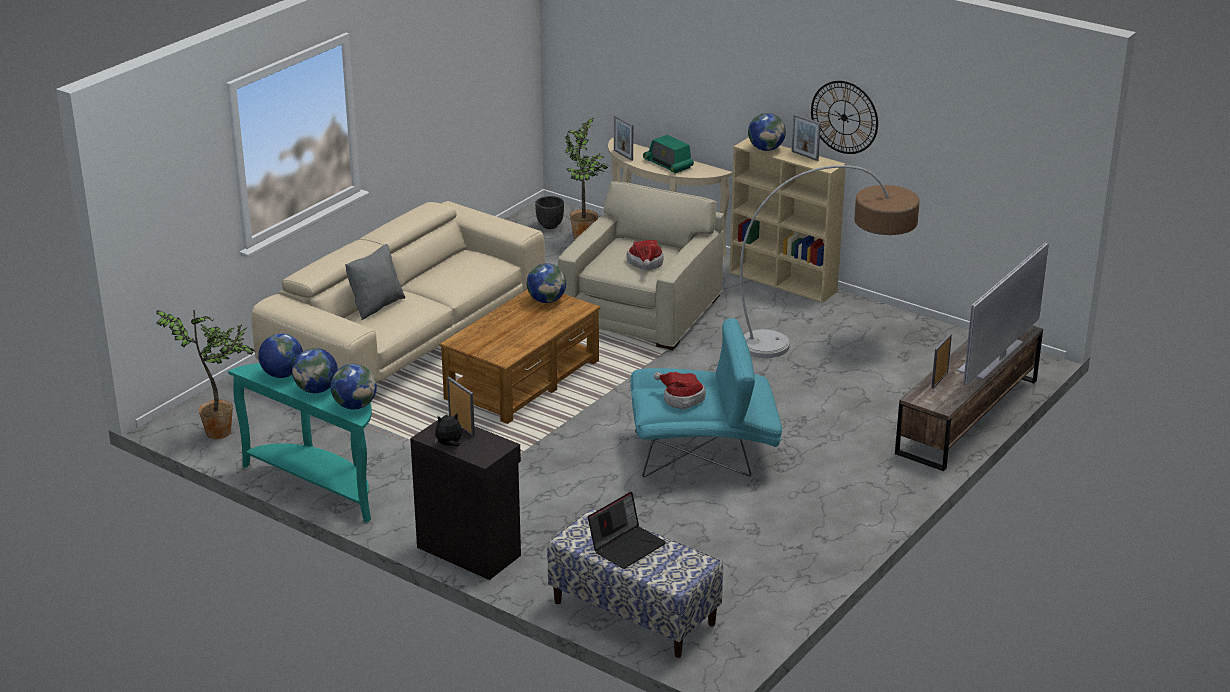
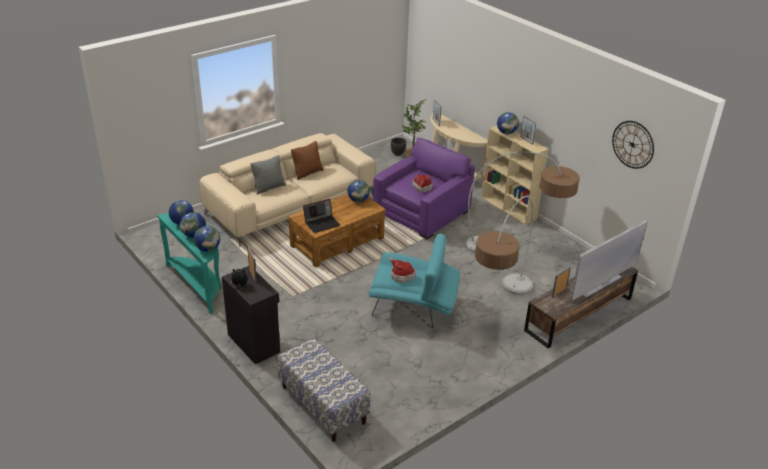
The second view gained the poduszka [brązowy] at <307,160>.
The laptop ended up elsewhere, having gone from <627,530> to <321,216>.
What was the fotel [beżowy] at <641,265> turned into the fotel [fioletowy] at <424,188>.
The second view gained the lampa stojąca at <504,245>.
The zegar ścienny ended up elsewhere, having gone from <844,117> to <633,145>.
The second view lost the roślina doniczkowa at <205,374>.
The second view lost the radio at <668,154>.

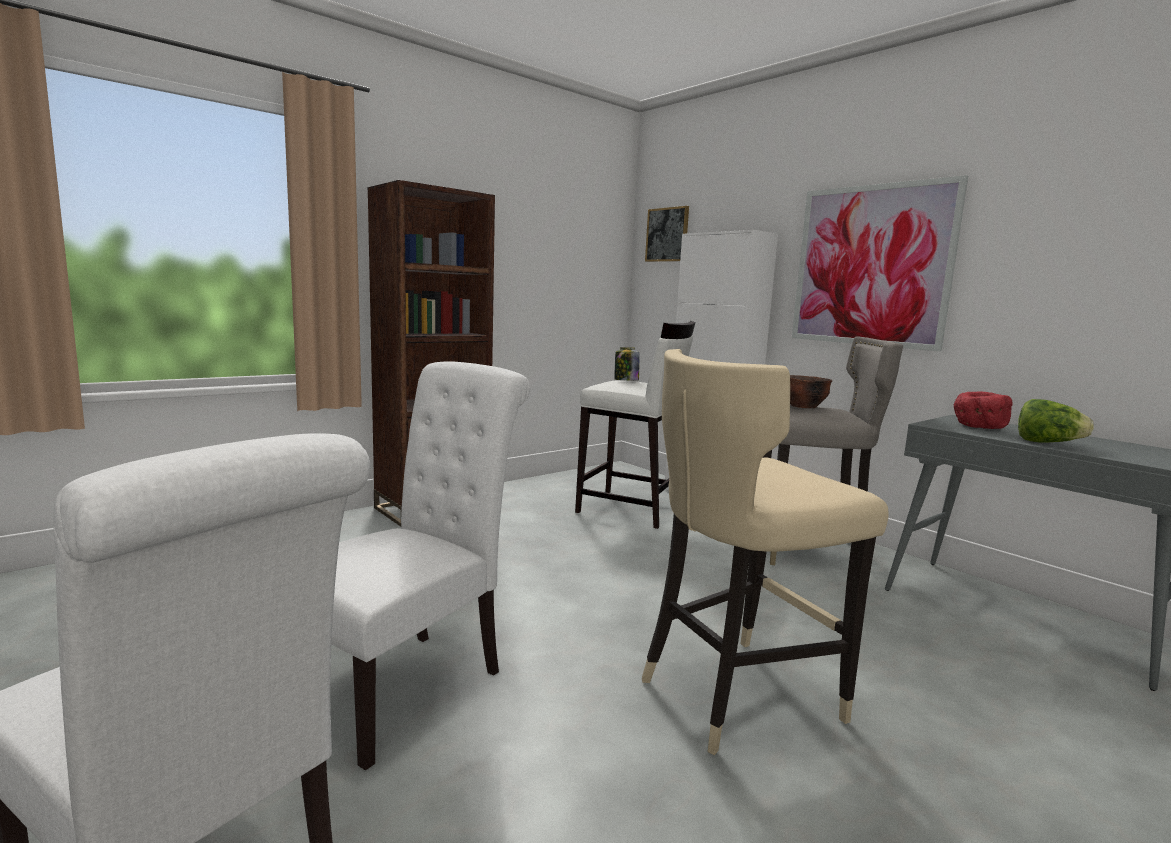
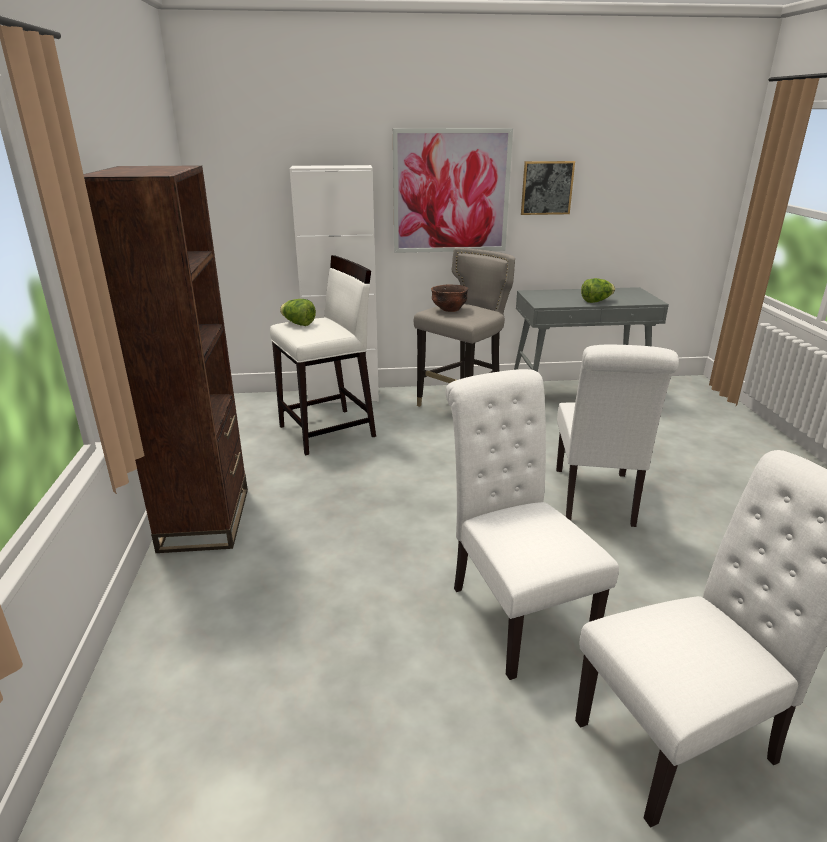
Where the słoik stood at <627,364>, the sałata came to stand at <298,312>.
The obraz ended up elsewhere, having gone from <667,234> to <548,188>.
Where the stołek [beżowy] stood at <765,552>, the krzesło [biały] came to stand at <617,436>.
The second view lost the miska [czerwony] at <983,410>.

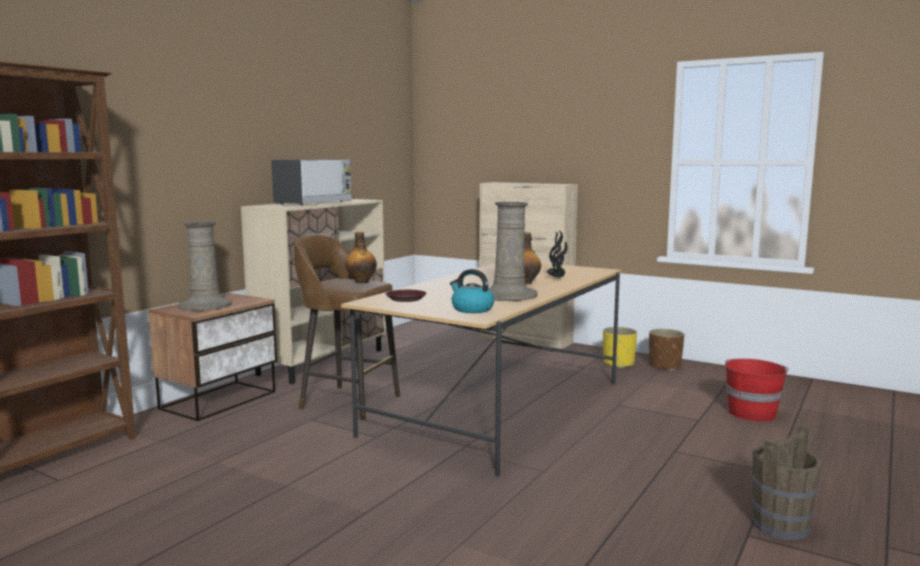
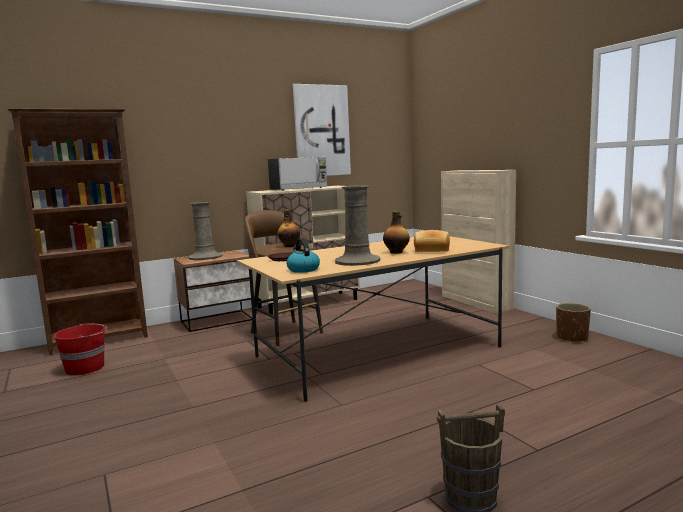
The wiadro [czerwony] ended up elsewhere, having gone from <757,390> to <80,350>.
The second view gained the obraz at <322,130>.
Where the roślina doniczkowa stood at <557,254>, the chleb came to stand at <432,241>.
The second view lost the donica [żółty] at <620,347>.

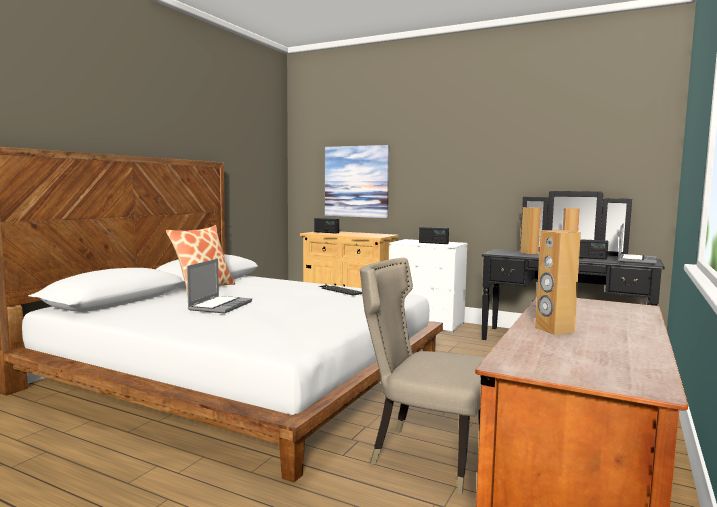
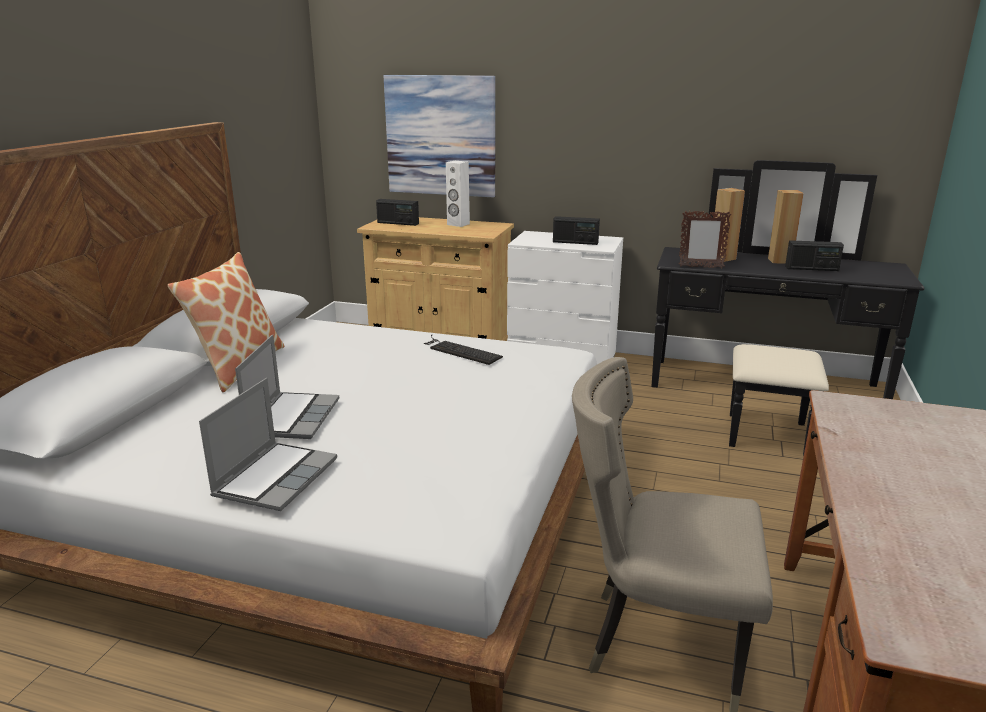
The laptop ended up elsewhere, having gone from <637,243> to <268,444>.
The second view gained the głośnik [biały] at <458,194>.
The second view gained the ramka na zdjęcie at <705,239>.
The second view lost the głośnik [brązowy] at <558,282>.

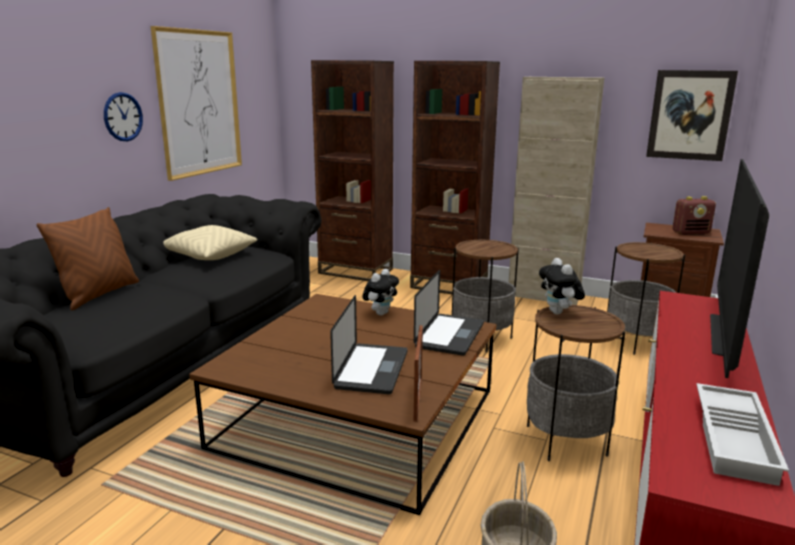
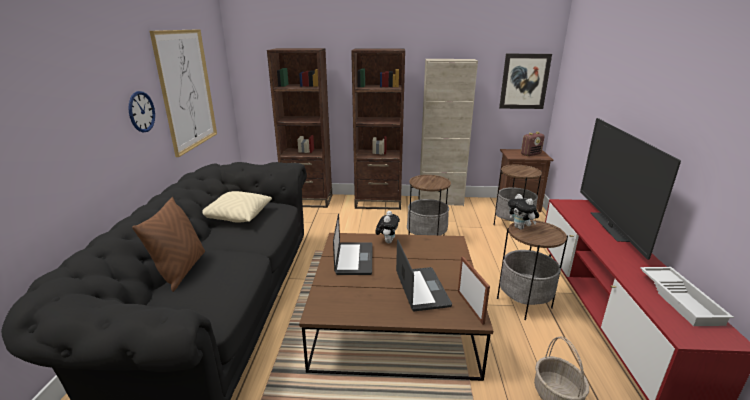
The laptop ended up elsewhere, having gone from <449,313> to <353,244>.

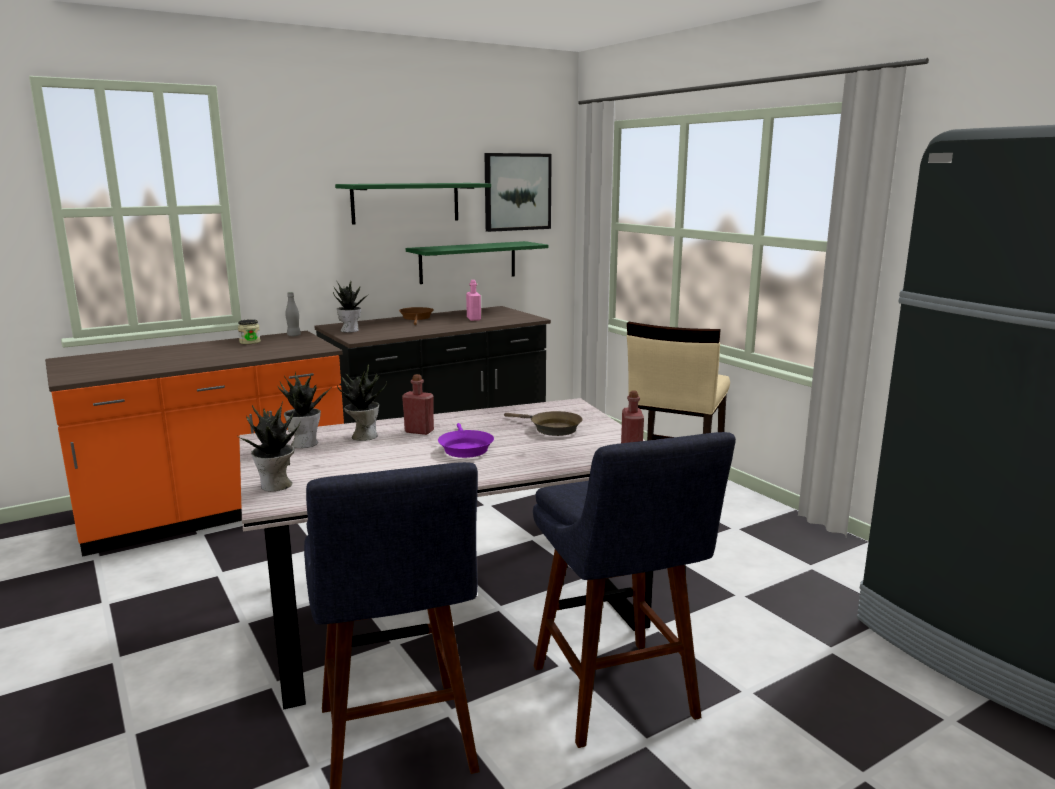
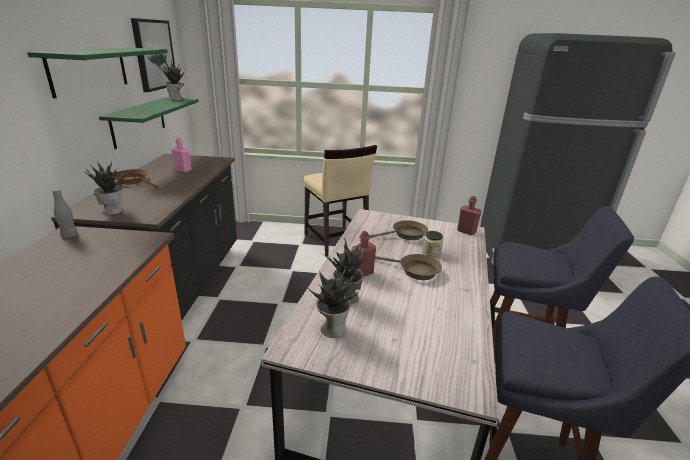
The roślina doniczkowa ended up elsewhere, having gone from <269,446> to <173,81>.
What was the patelnia [fioletowy] at <466,440> turned into the patelnia [brązowy] at <408,267>.
The słoik ended up elsewhere, having gone from <249,331> to <432,244>.

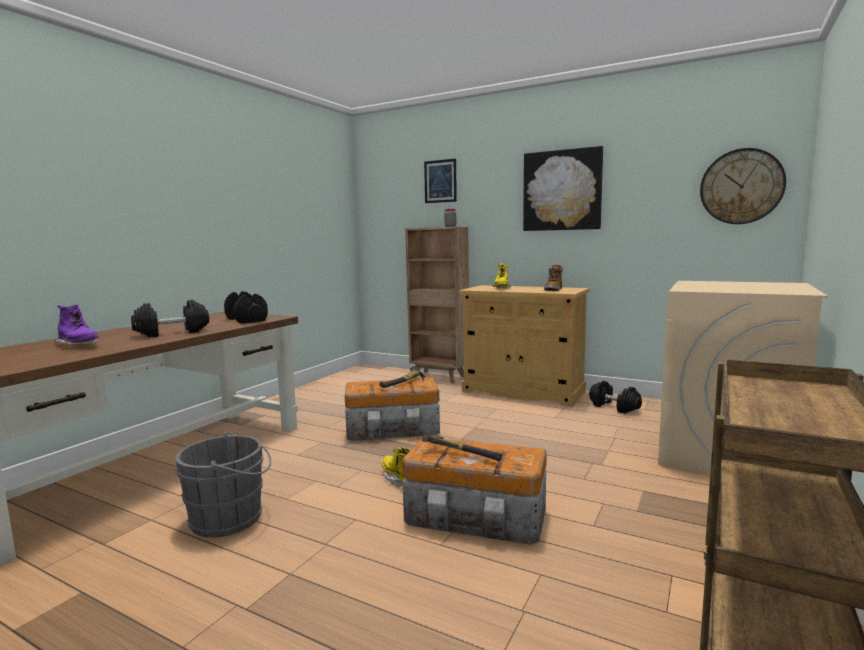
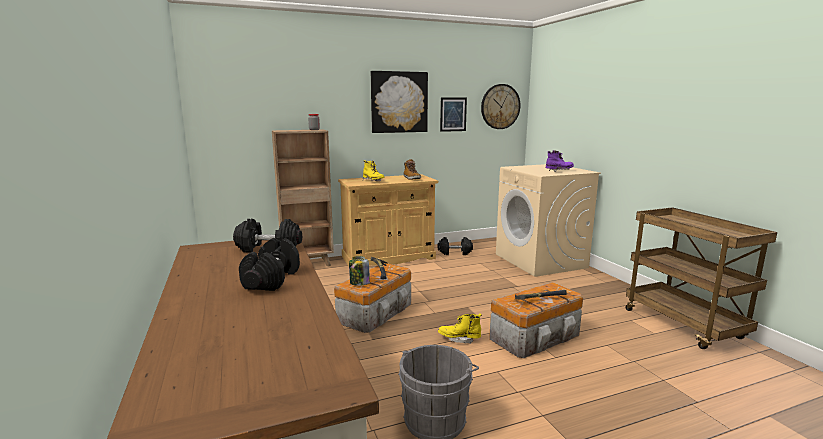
The second view gained the słoik at <359,271>.
The obraz ended up elsewhere, having gone from <440,181> to <453,114>.
The but z cholewką [fioletowy] ended up elsewhere, having gone from <77,324> to <560,161>.

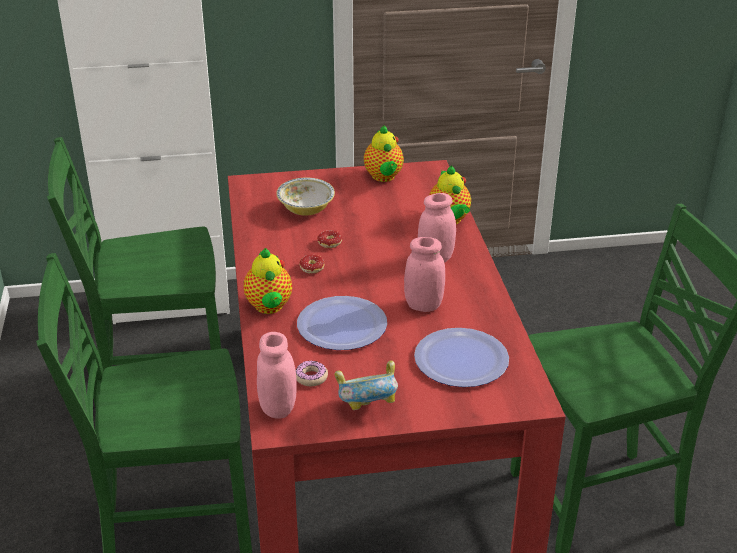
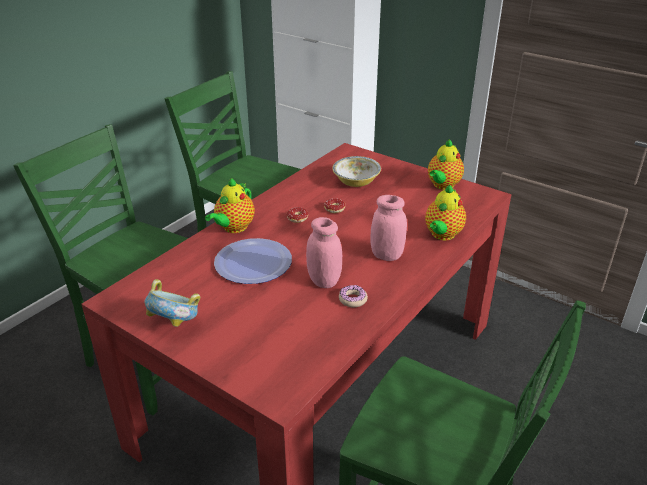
The donut ended up elsewhere, having gone from <312,373> to <353,296>.
The second view lost the słoik [różowy] at <277,375>.
The second view lost the talerz at <461,357>.

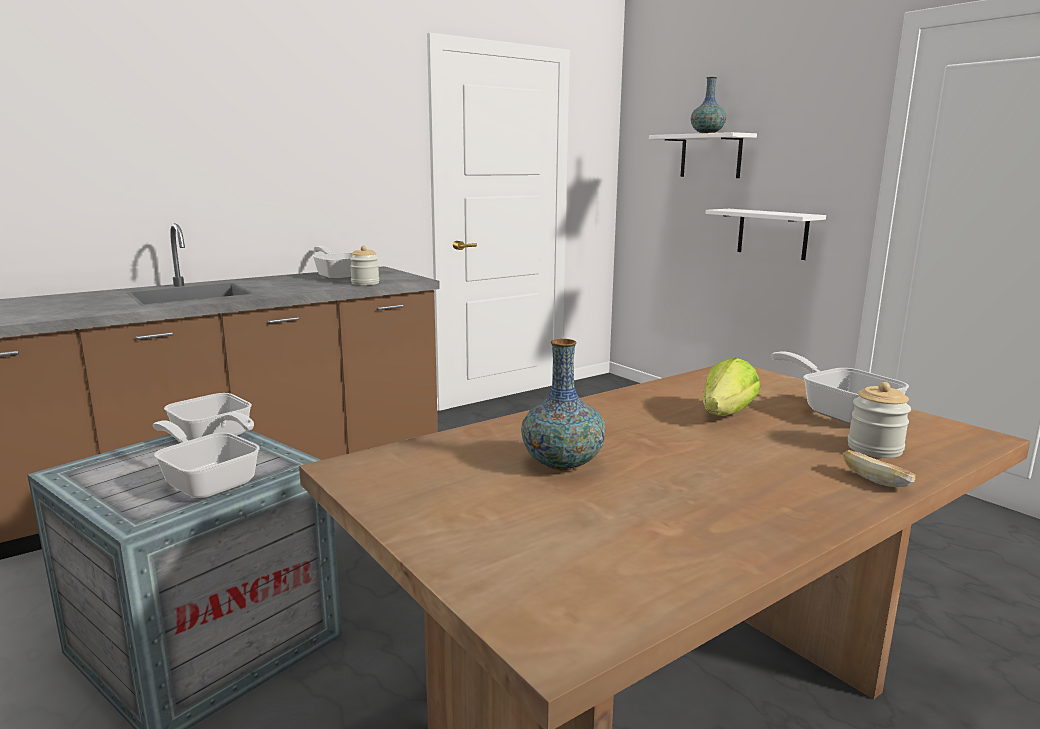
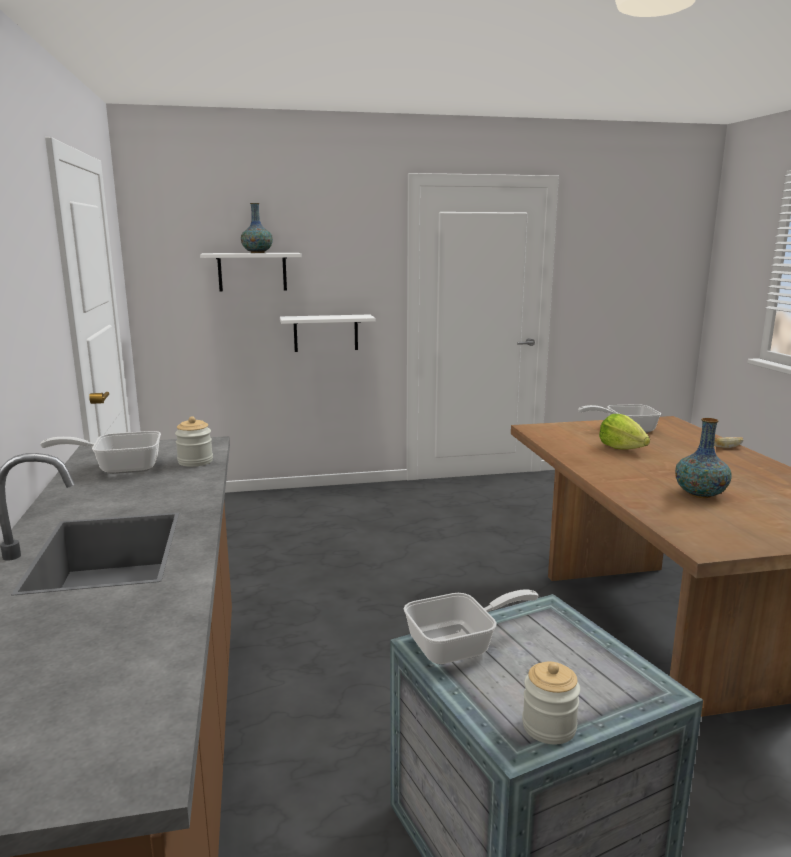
The słoik ended up elsewhere, having gone from <879,420> to <551,703>.
The second view lost the patelnia at <206,459>.

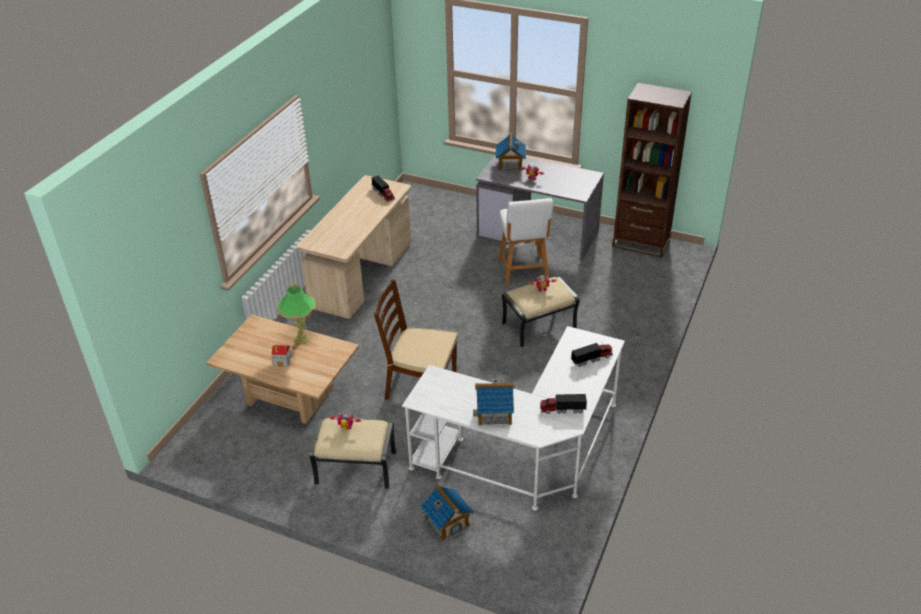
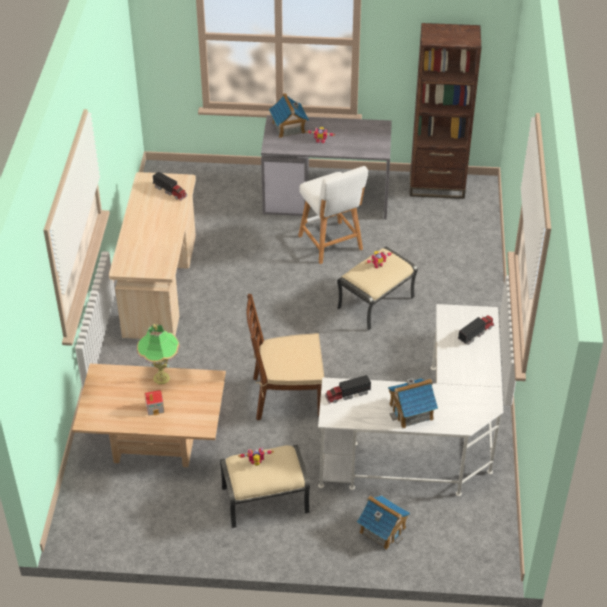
The ciężarówka zabawkowa ended up elsewhere, having gone from <563,404> to <348,389>.

